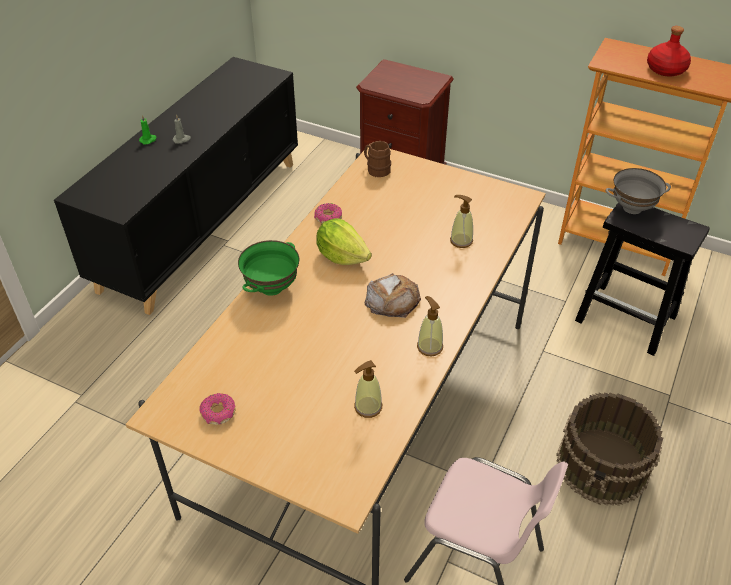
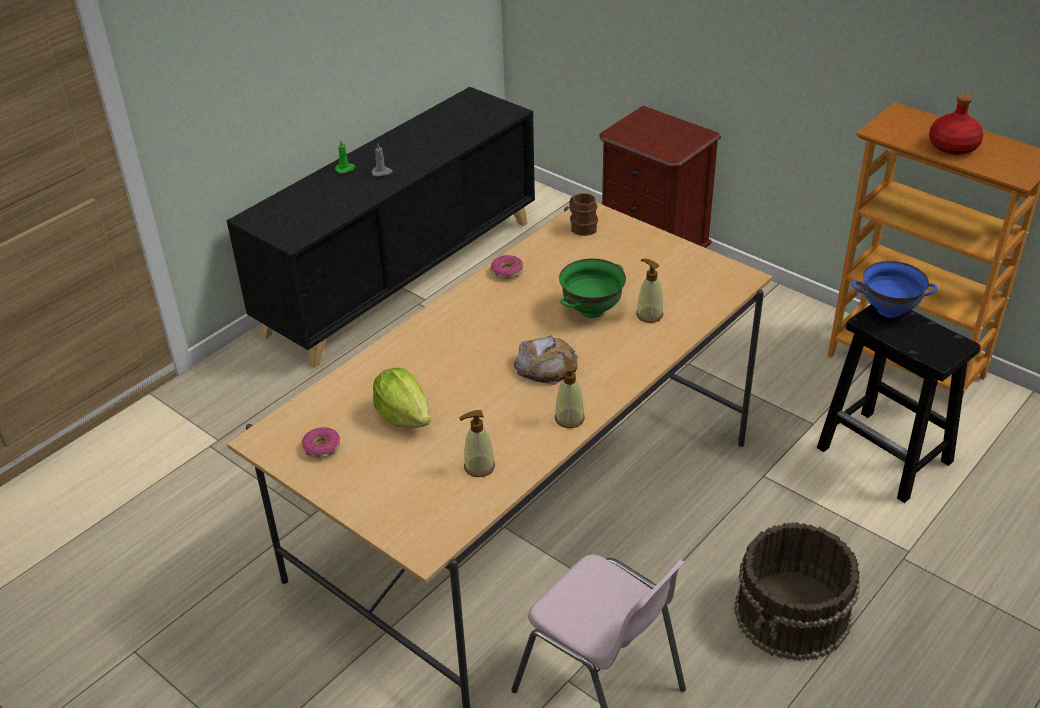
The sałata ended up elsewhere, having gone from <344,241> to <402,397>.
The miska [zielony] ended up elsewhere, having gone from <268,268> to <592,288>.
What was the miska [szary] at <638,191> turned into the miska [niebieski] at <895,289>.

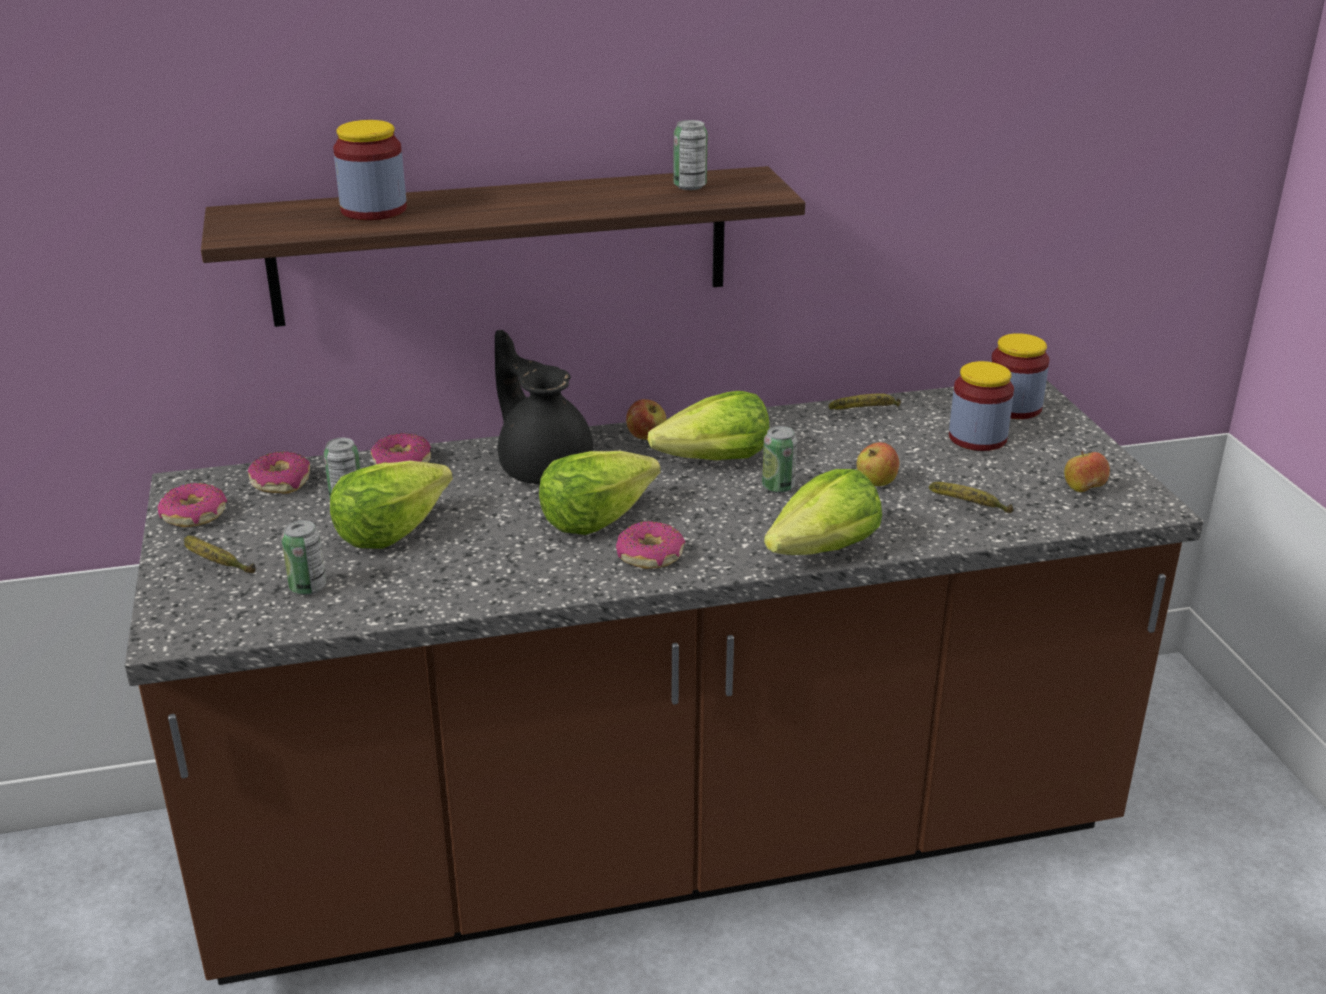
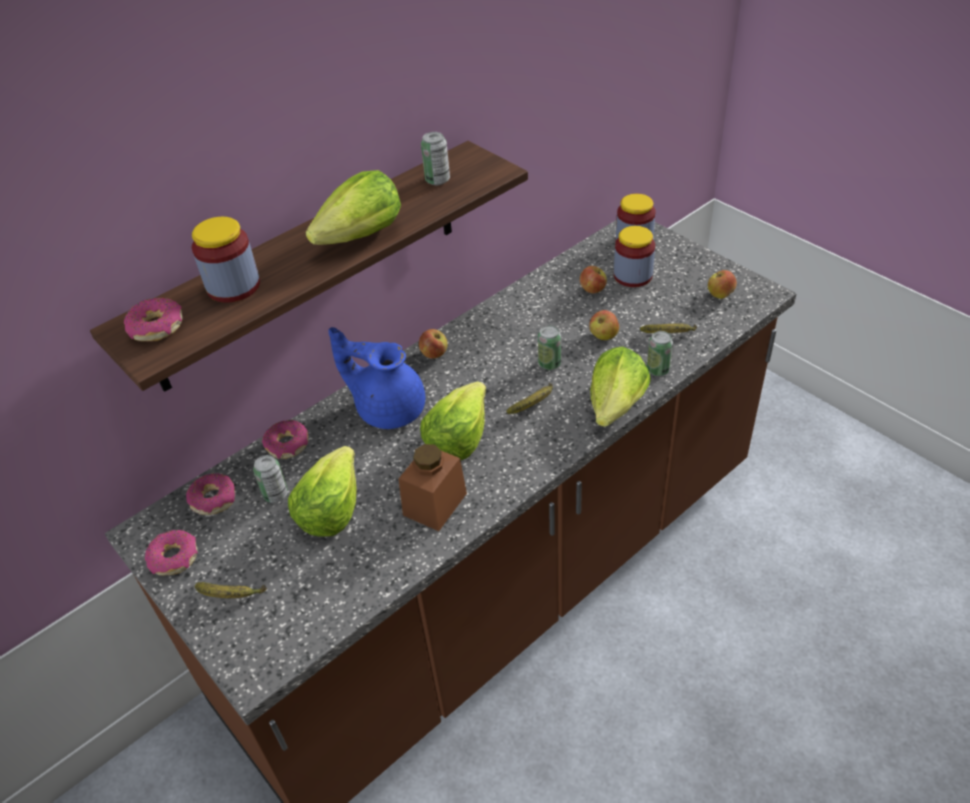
The donut ended up elsewhere, having gone from <650,545> to <153,319>.
The sałata ended up elsewhere, having gone from <708,425> to <353,207>.
What was the imbryk [czarny] at <544,407> turned into the imbryk [niebieski] at <376,378>.
The second view gained the słoik [brązowy] at <433,487>.
The banan ended up elsewhere, having gone from <864,401> to <529,398>.
The second view gained the jabłko at <593,279>.
The puszka ended up elsewhere, having gone from <304,557> to <660,353>.

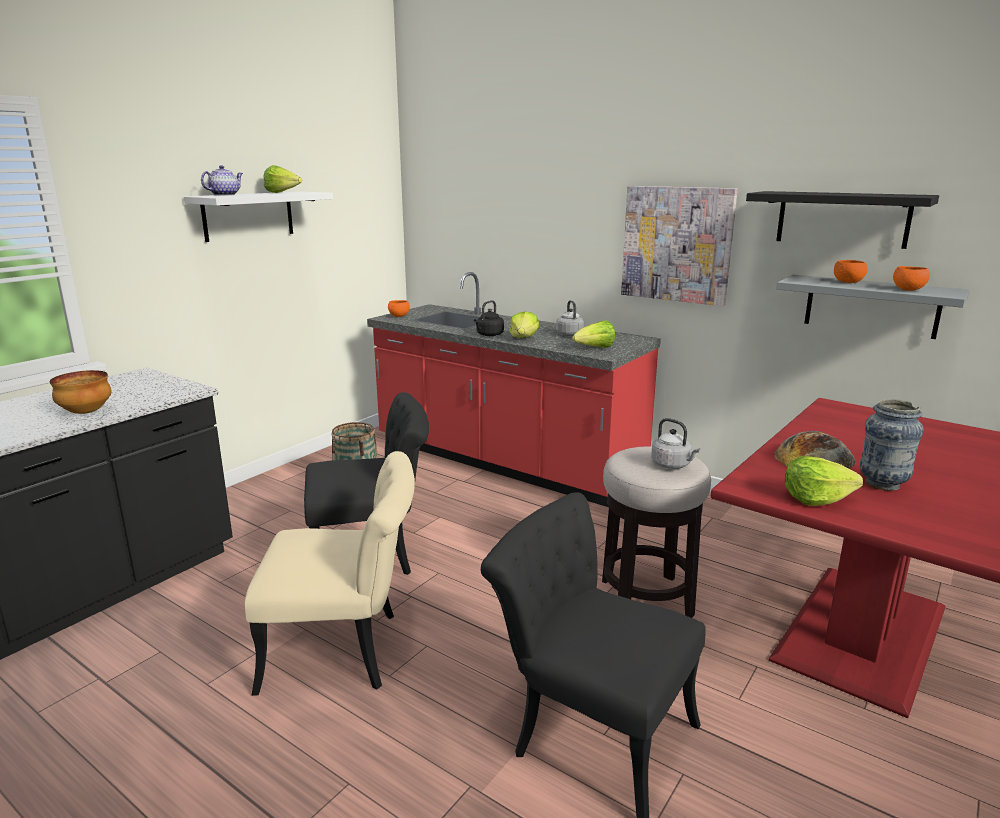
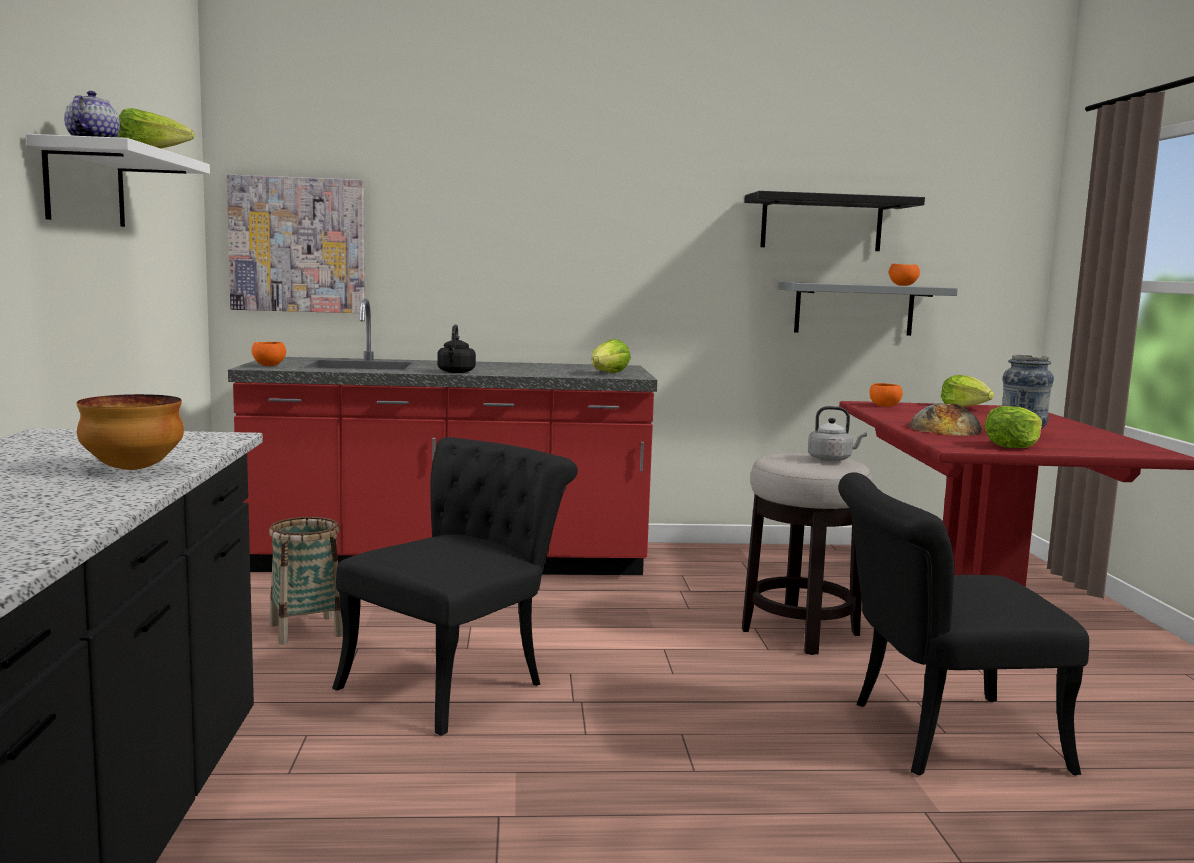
The obraz ended up elsewhere, having gone from <679,246> to <296,243>.
The miska [pomarańczowy] ended up elsewhere, having gone from <850,271> to <886,395>.
The sałata ended up elsewhere, having gone from <524,324> to <967,391>.
The second view lost the krzesło [beżowy] at <329,573>.
The second view lost the czajnik [szary] at <570,318>.

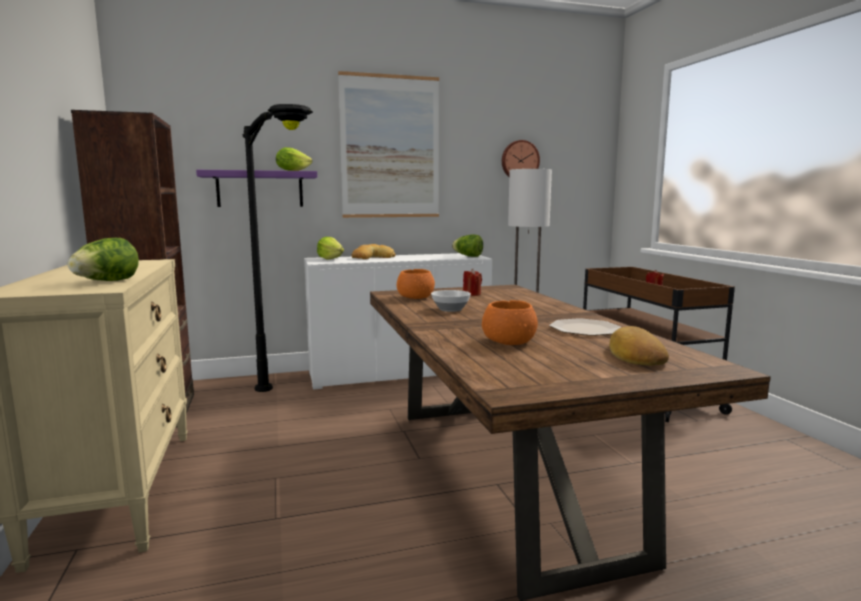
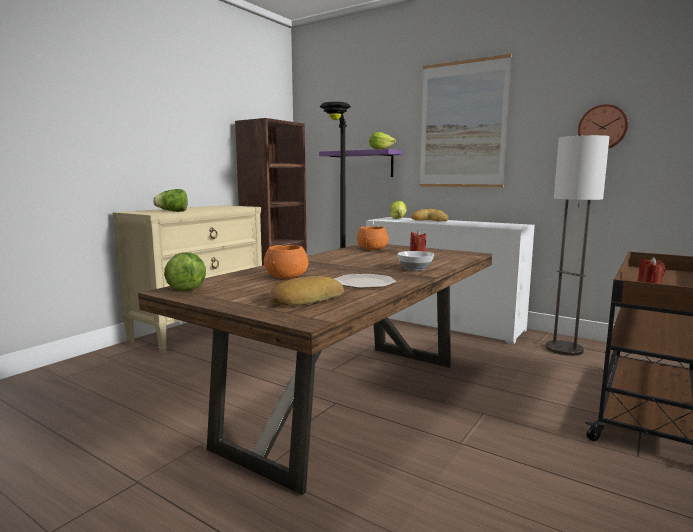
The sałata ended up elsewhere, having gone from <467,246> to <185,271>.
The miska ended up elsewhere, having gone from <451,301> to <415,261>.

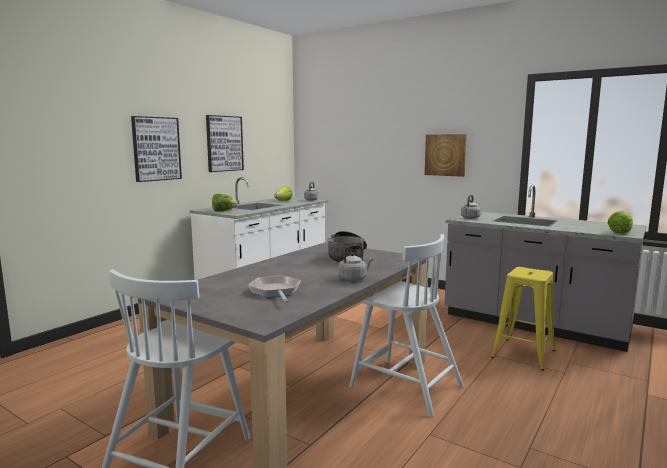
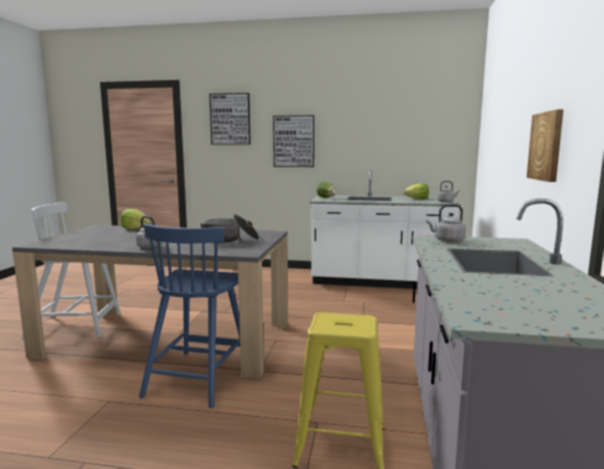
The sałata ended up elsewhere, having gone from <620,222> to <135,219>.
What was the krzesło [biały] at <406,325> turned into the krzesło [niebieski] at <189,316>.
The obraz ended up elsewhere, having gone from <225,143> to <230,119>.
The second view lost the patelnia at <274,289>.

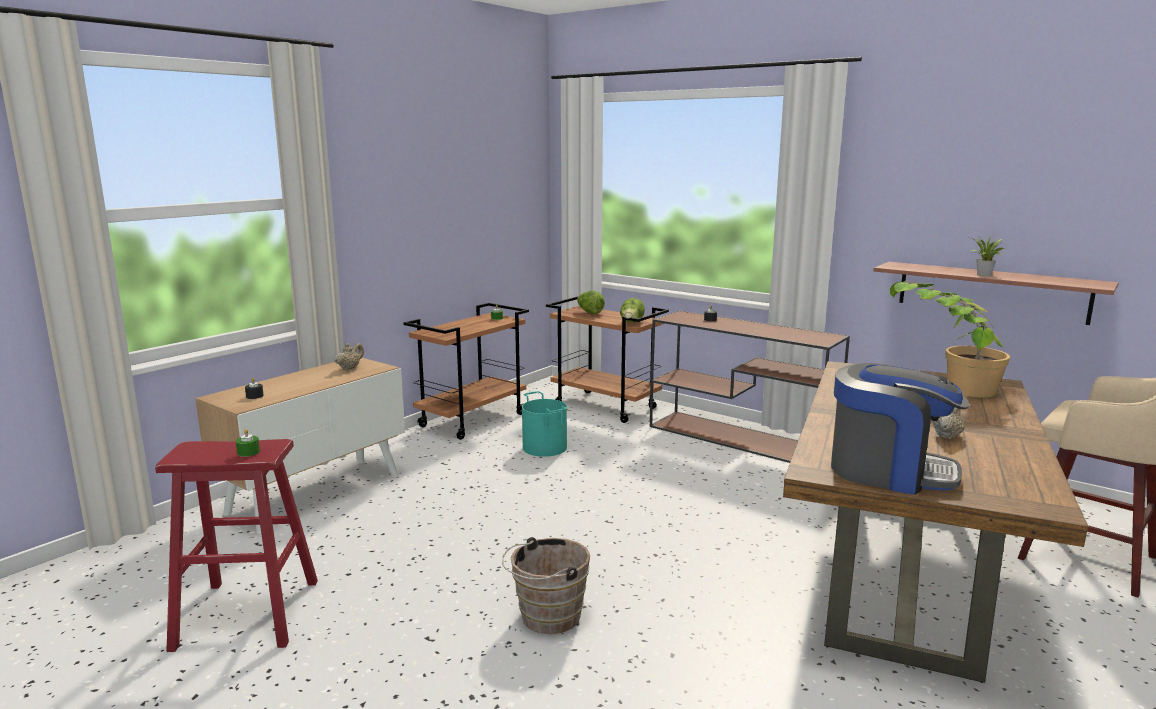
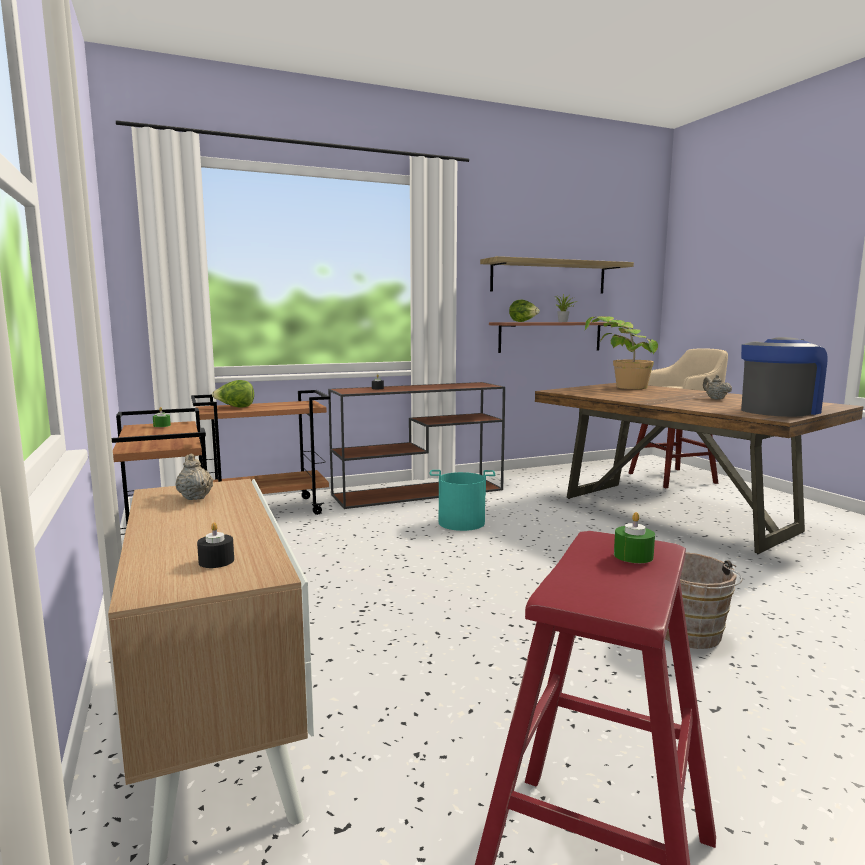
The wiadro [turkusowy] ended up elsewhere, having gone from <544,424> to <462,500>.
The second view gained the półka at <557,275>.
The sałata ended up elsewhere, having gone from <632,310> to <524,310>.

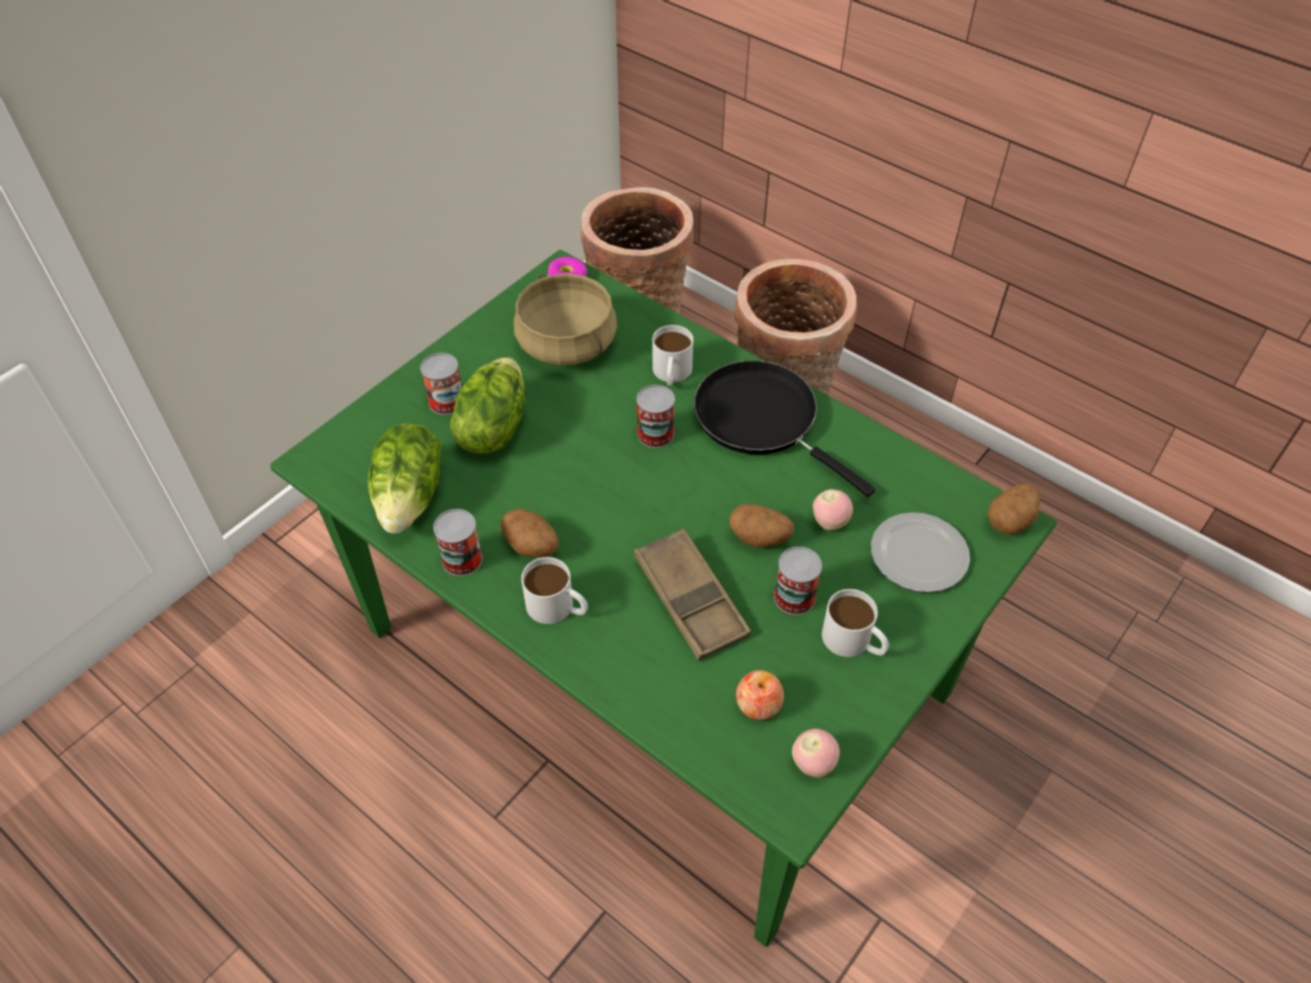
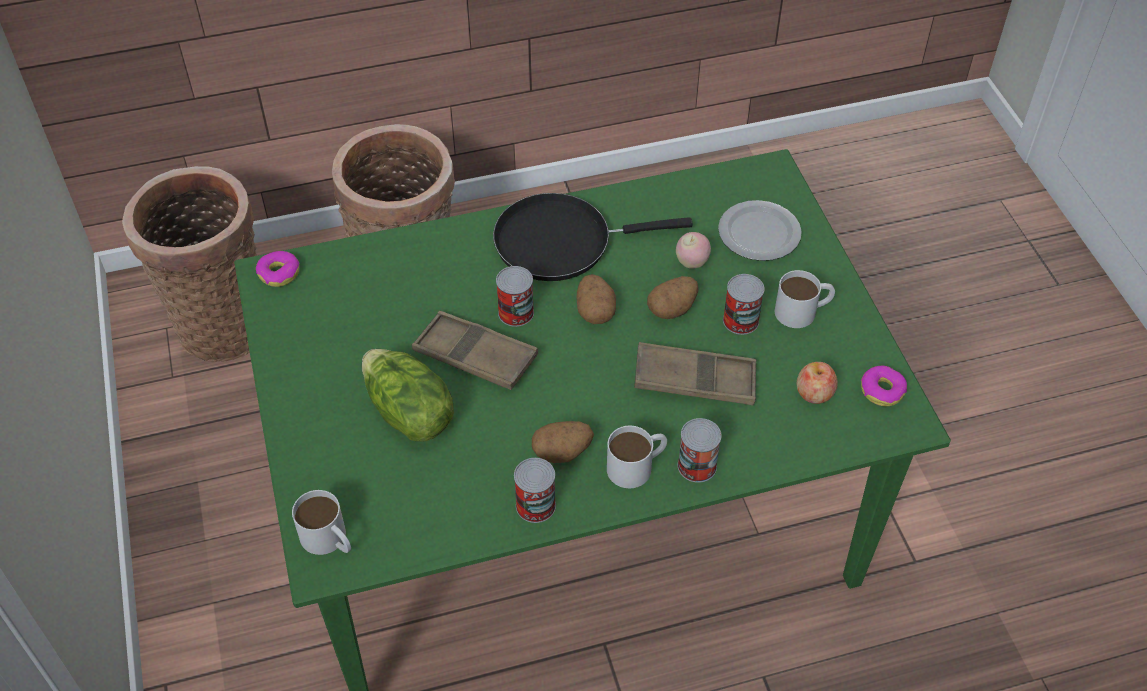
The kubek [biały] ended up elsewhere, having gone from <672,355> to <321,522>.
The second view gained the taca [brązowy] at <475,350>.
The ziemniak ended up elsewhere, having gone from <1014,509> to <596,299>.
The puszka ended up elsewhere, having gone from <441,384> to <700,450>.
Where the jabłko stood at <816,753>, the donut came to stand at <884,385>.
The second view lost the sałata at <404,478>.
The second view lost the garnek [beżowy] at <565,320>.

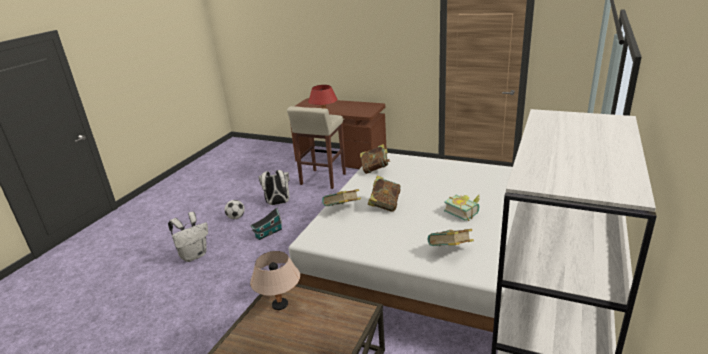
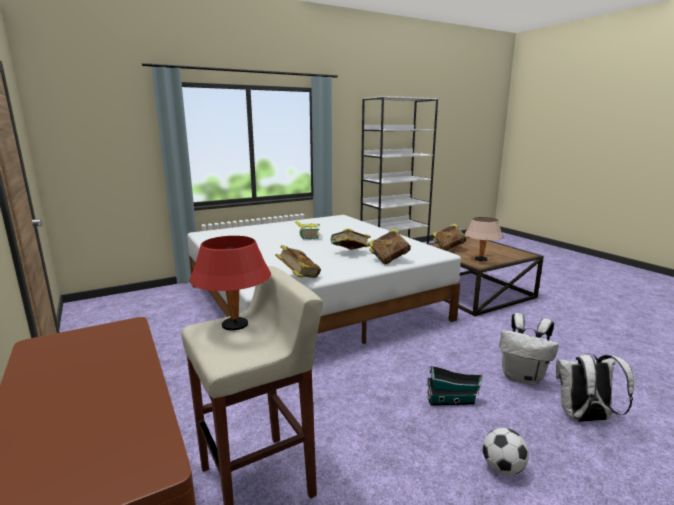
The książka ended up elsewhere, having gone from <451,237> to <449,237>.
The plecak [biały] ended up elsewhere, having gone from <274,187> to <529,349>.

